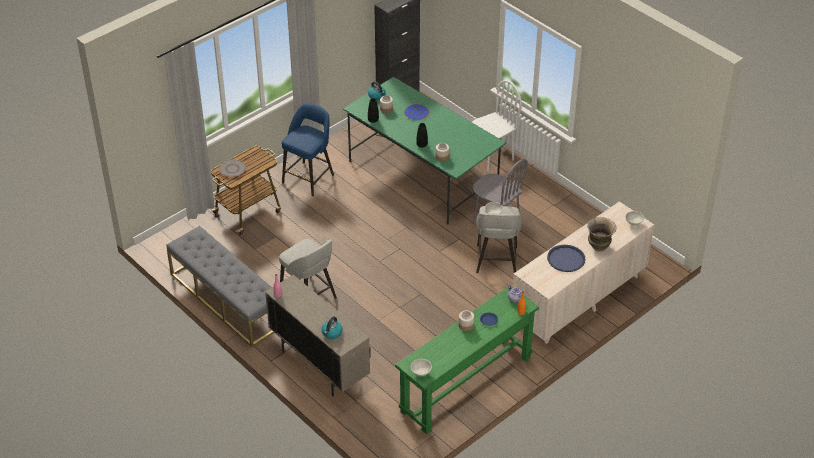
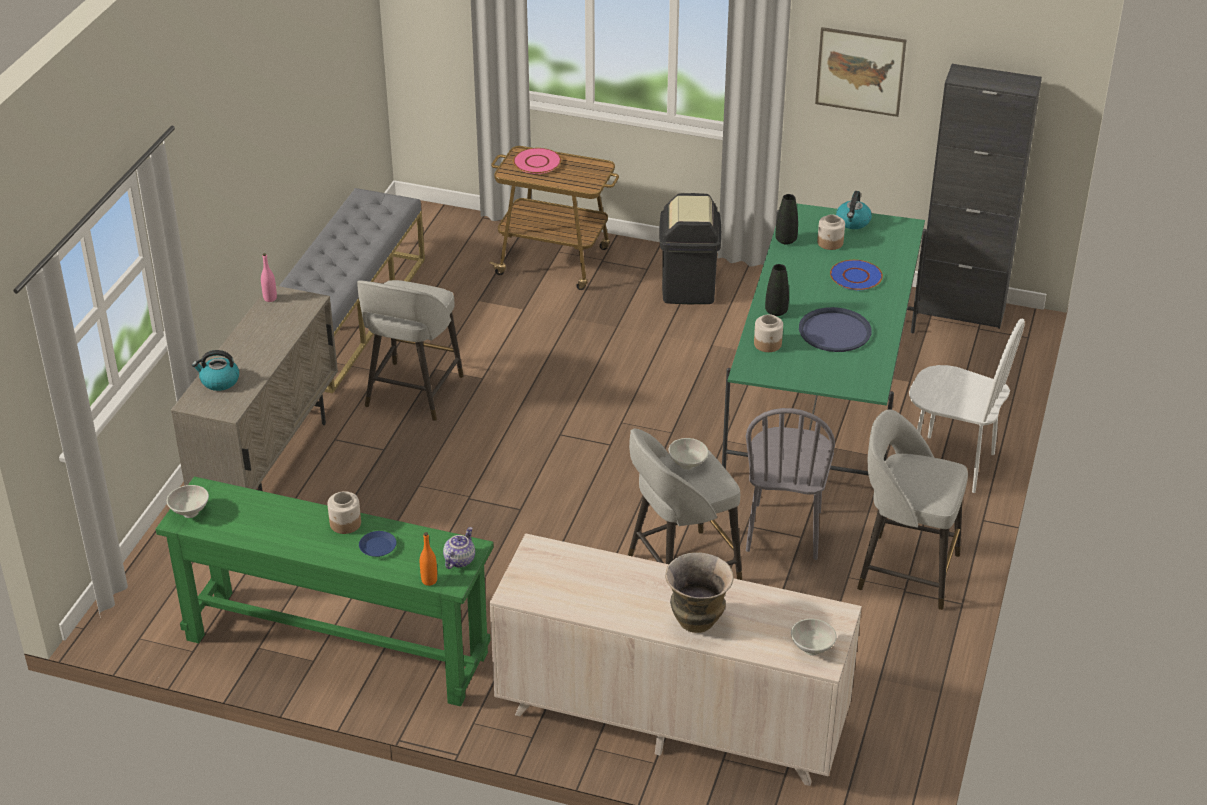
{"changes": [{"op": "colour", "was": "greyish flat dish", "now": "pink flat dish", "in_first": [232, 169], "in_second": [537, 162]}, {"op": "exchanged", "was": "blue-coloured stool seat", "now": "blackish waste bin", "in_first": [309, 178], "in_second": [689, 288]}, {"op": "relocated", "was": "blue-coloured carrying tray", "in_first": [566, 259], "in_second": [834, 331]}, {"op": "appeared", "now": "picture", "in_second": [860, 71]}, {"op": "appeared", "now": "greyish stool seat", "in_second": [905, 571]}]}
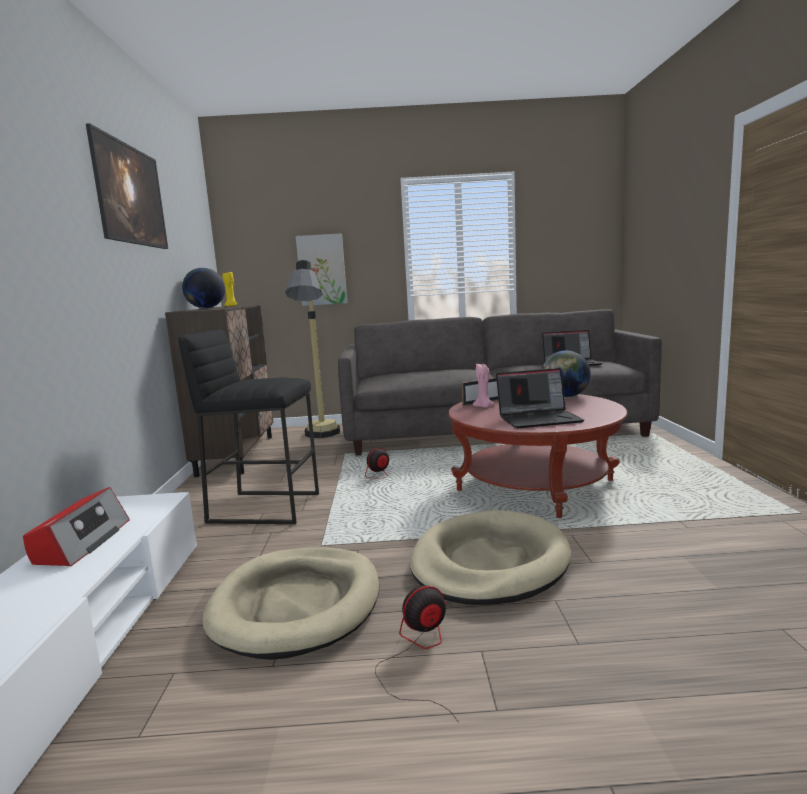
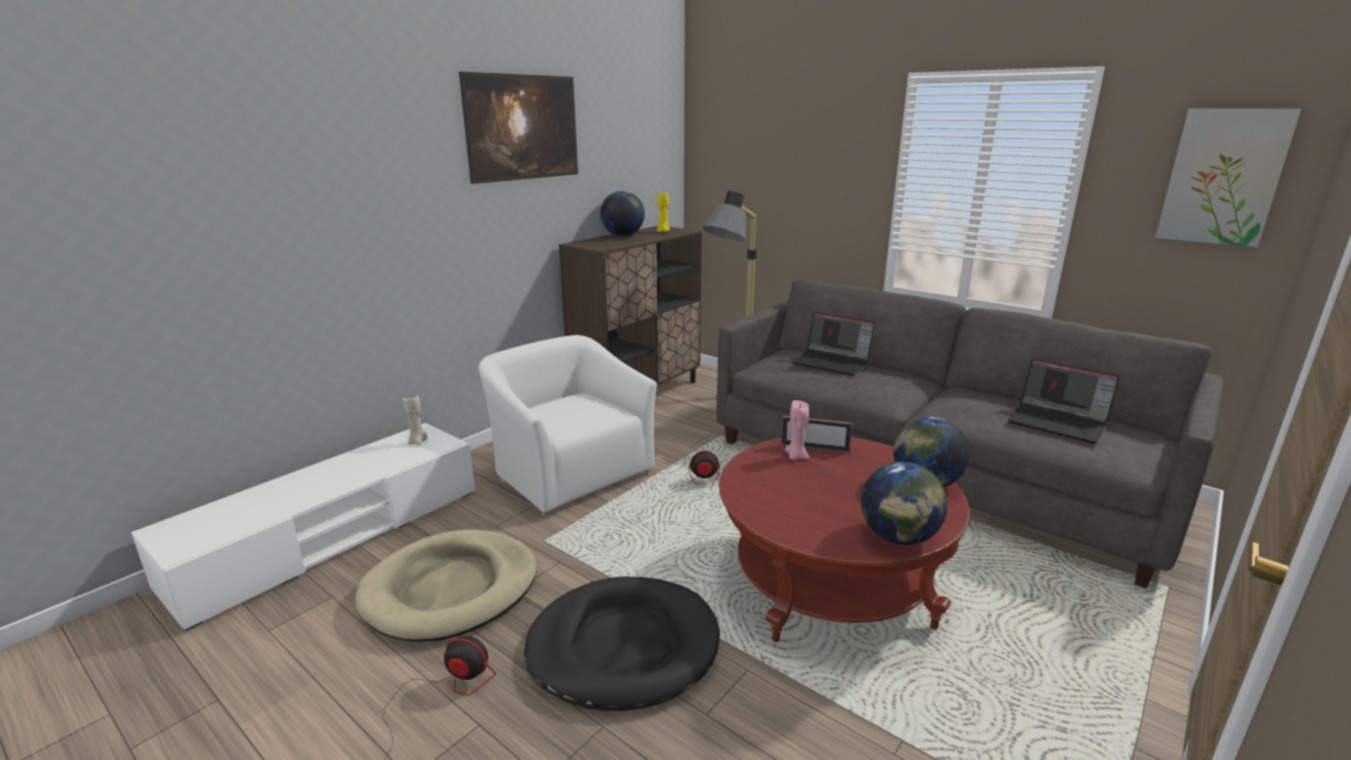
{"changes": [{"op": "missing", "was": "radio set", "in_first": [81, 542]}, {"op": "exchanged", "was": "blackish stool seat", "now": "white lounge chair", "in_first": [265, 507], "in_second": [570, 473]}, {"op": "relocated", "was": "picture", "in_first": [322, 270], "in_second": [1223, 177]}, {"op": "colour", "was": "beige pet bed", "now": "blackish pet bed", "in_first": [489, 563], "in_second": [623, 647]}, {"op": "relocated", "was": "notebook computer", "in_first": [539, 419], "in_second": [832, 362]}, {"op": "appeared", "now": "beige candle", "in_second": [418, 442]}, {"op": "appeared", "now": "globe", "in_second": [898, 537]}]}
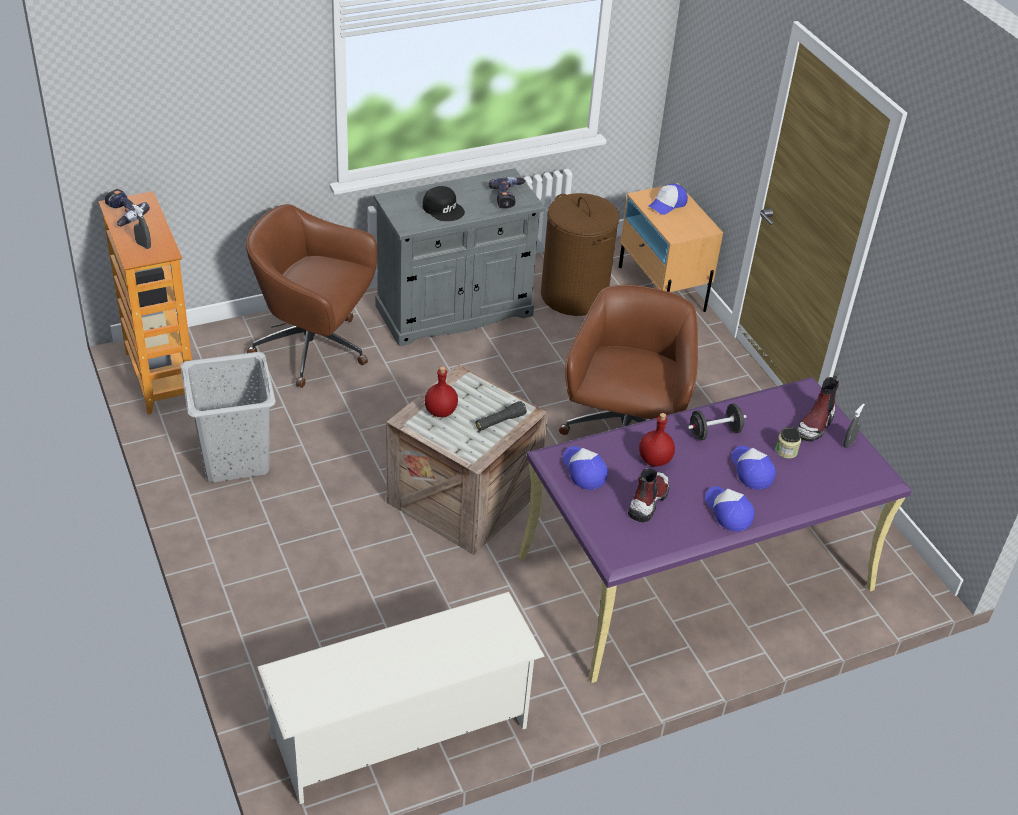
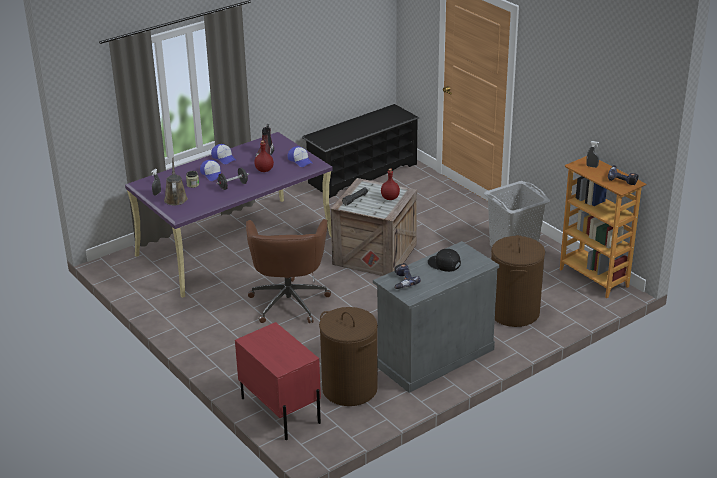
{"changes": [{"op": "exchanged", "was": "brown office chair", "now": "brown washing basket", "in_first": [314, 349], "in_second": [514, 312]}, {"op": "colour", "was": "white shoe stand", "now": "blackish shoe stand", "in_first": [401, 732], "in_second": [362, 173]}, {"op": "colour", "was": "beige nightstand", "now": "red-coloured nightstand", "in_first": [661, 289], "in_second": [280, 410]}, {"op": "missing", "was": "cap", "in_first": [667, 204]}, {"op": "exchanged", "was": "tall boot", "now": "brown sprinkling can", "in_first": [815, 425], "in_second": [175, 198]}]}
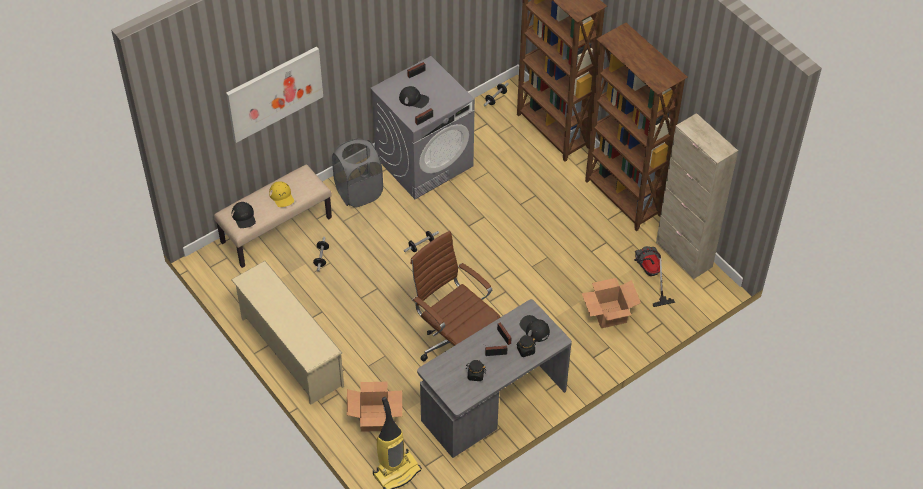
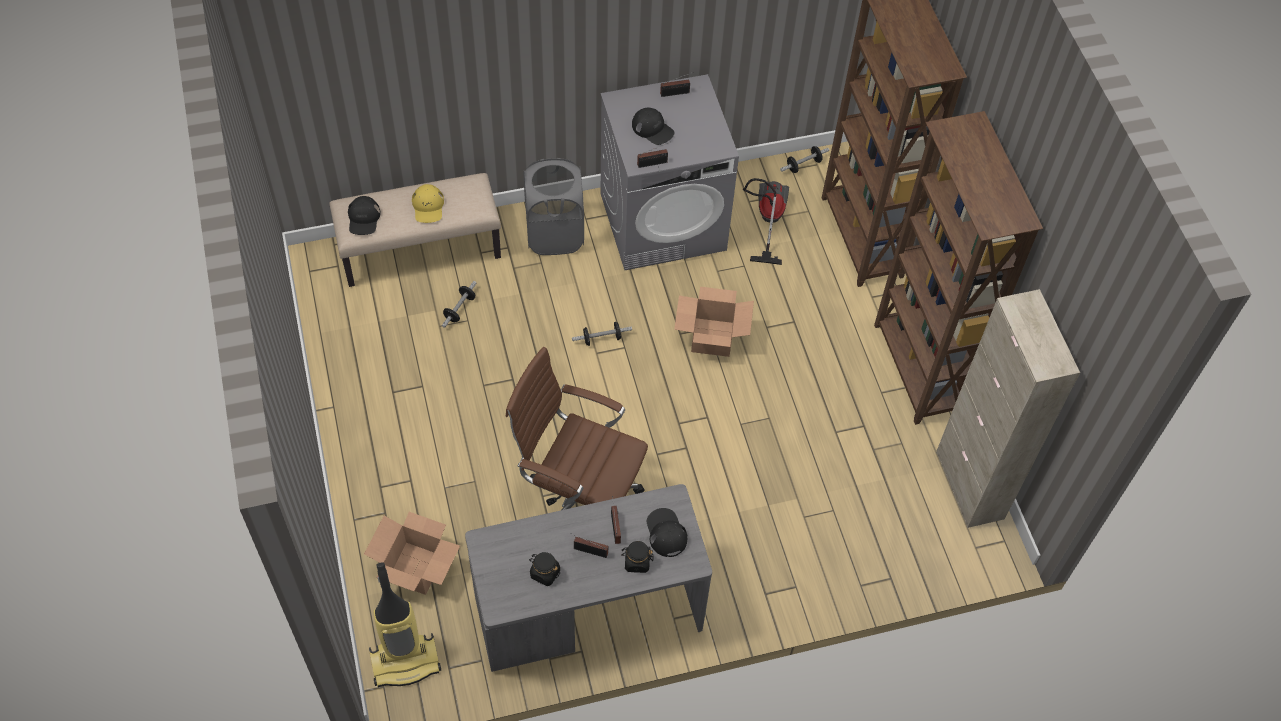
{"changes": [{"op": "missing", "was": "picture", "in_first": [274, 93]}, {"op": "missing", "was": "beige shoe stand", "in_first": [290, 351]}, {"op": "spun", "was": "brown office chair", "in_first": [454, 343], "in_second": [578, 498], "clockwise": -45}, {"op": "relocated", "was": "carton", "in_first": [609, 314], "in_second": [712, 338]}, {"op": "relocated", "was": "vacuum", "in_first": [649, 274], "in_second": [766, 219]}]}
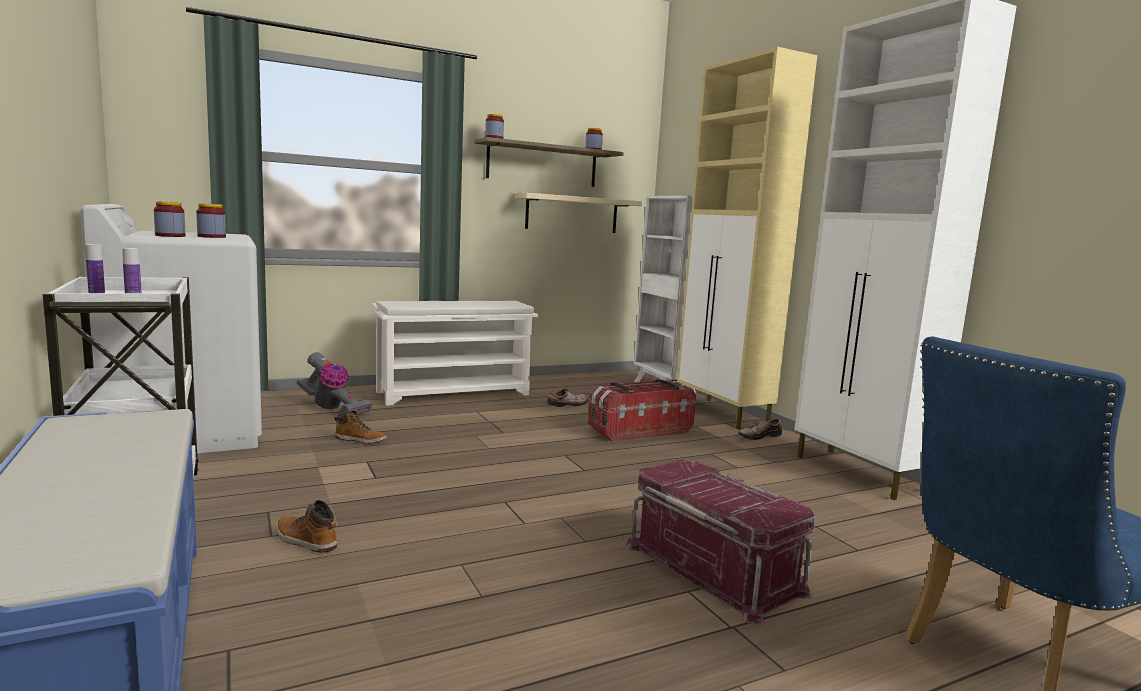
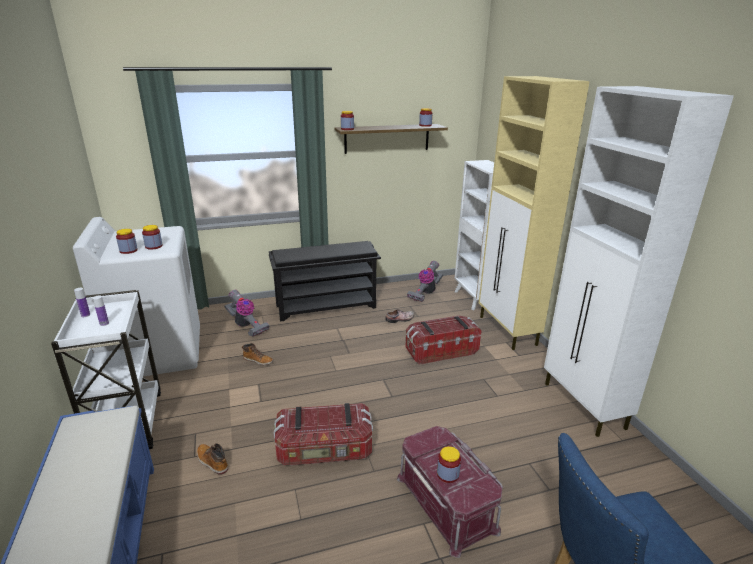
{"changes": [{"op": "colour", "was": "white shoe stand", "now": "blackish shoe stand", "in_first": [455, 393], "in_second": [327, 306]}, {"op": "missing", "was": "beige wall shelf", "in_first": [572, 214]}, {"op": "missing", "was": "item of footwear", "in_first": [758, 436]}, {"op": "appeared", "now": "storage bin", "in_second": [325, 451]}, {"op": "appeared", "now": "vacuum", "in_second": [425, 293]}, {"op": "appeared", "now": "preserve jar", "in_second": [448, 474]}]}
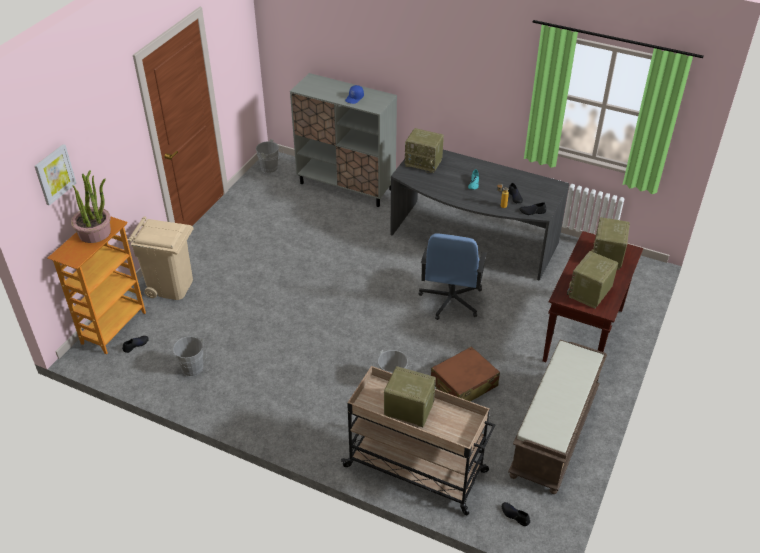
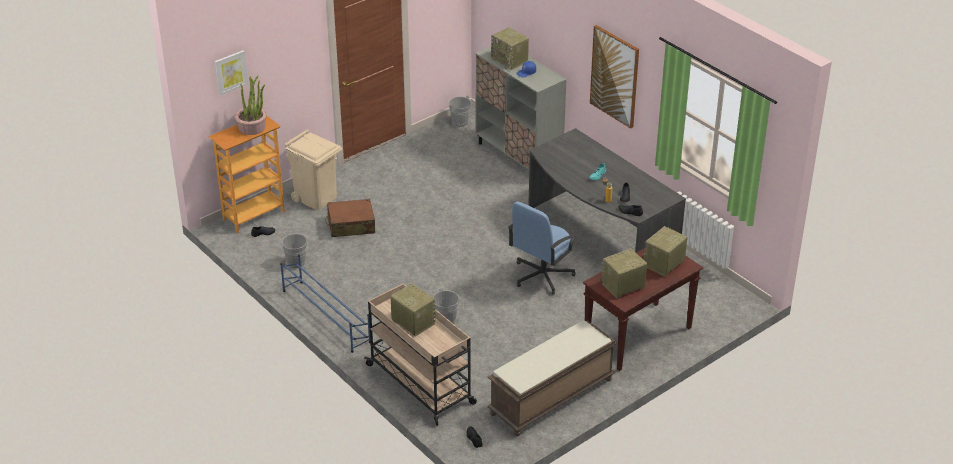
{"changes": [{"op": "relocated", "was": "radio set", "in_first": [424, 163], "in_second": [510, 60]}, {"op": "relocated", "was": "brown piece of luggage", "in_first": [463, 384], "in_second": [351, 225]}, {"op": "appeared", "now": "blue-coloured shoe stand", "in_second": [326, 315]}, {"op": "appeared", "now": "picture", "in_second": [615, 76]}]}
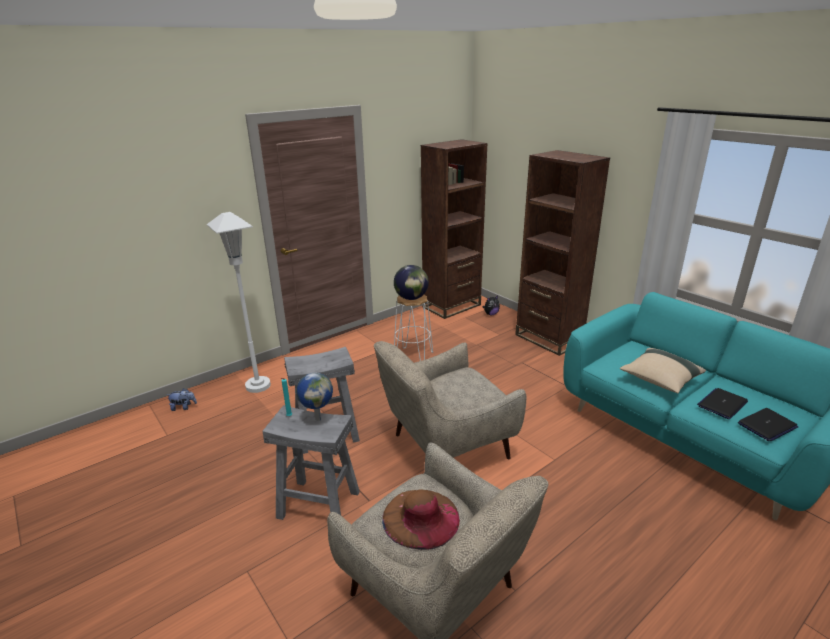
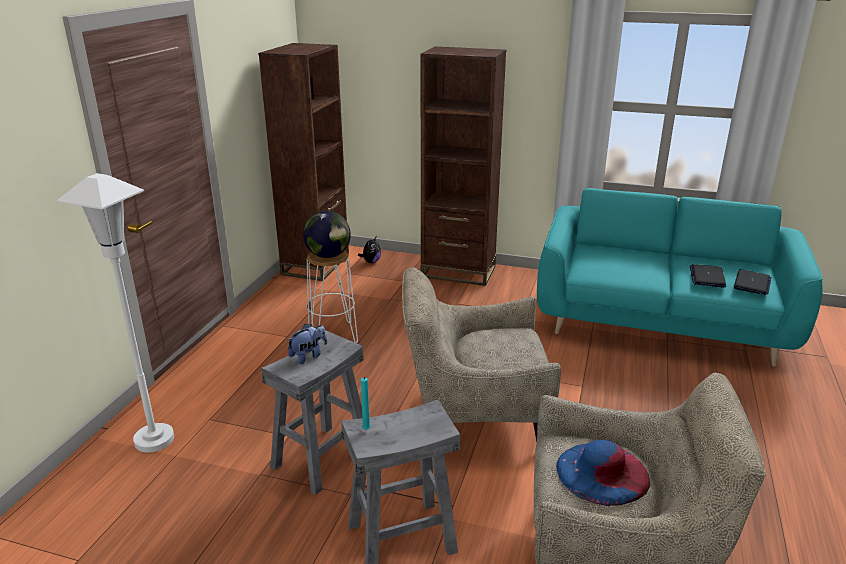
{"changes": [{"op": "relocated", "was": "plush toy", "in_first": [183, 407], "in_second": [308, 356]}, {"op": "missing", "was": "globe", "in_first": [318, 418]}, {"op": "spun", "was": "beige lounge chair", "in_first": [445, 448], "in_second": [473, 418], "clockwise": 60}, {"op": "colour", "was": "brown wearable hat", "now": "blue-coloured wearable hat", "in_first": [420, 518], "in_second": [602, 472]}, {"op": "missing", "was": "beige cushion", "in_first": [659, 380]}]}
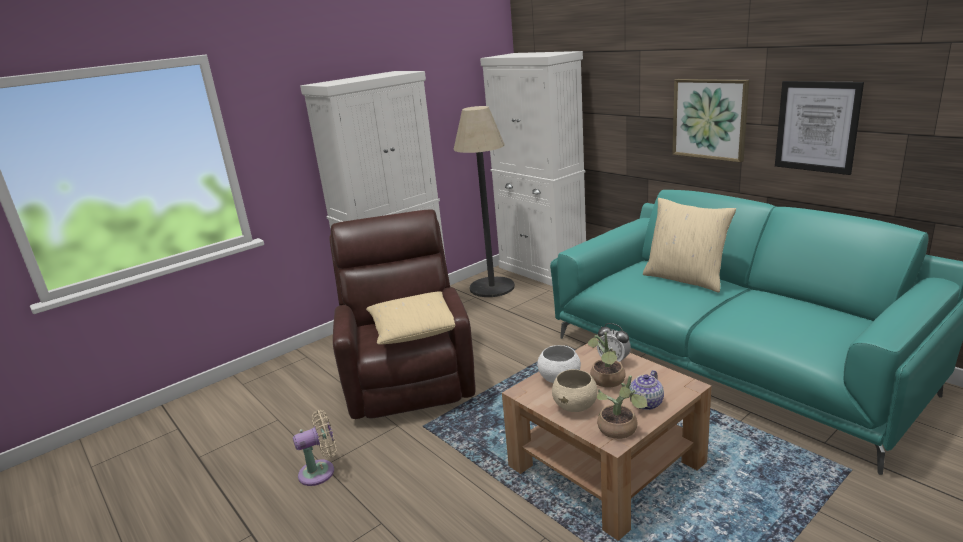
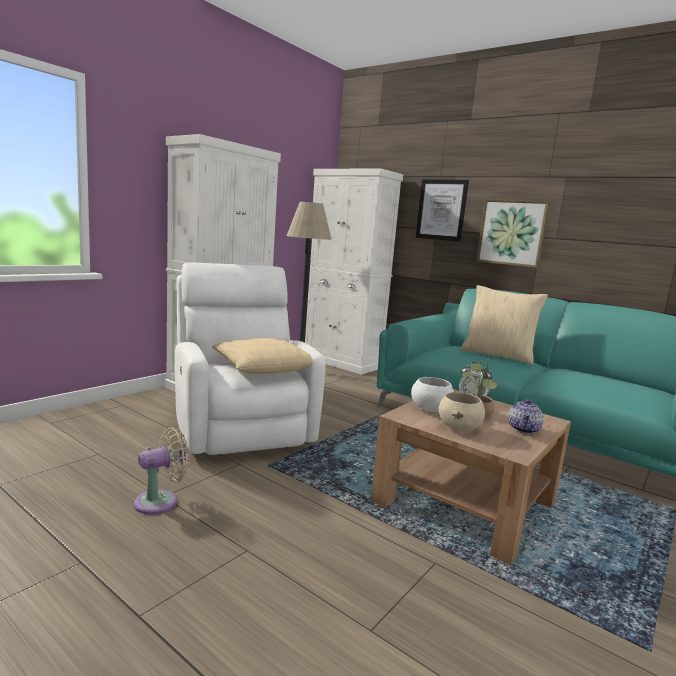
{"changes": [{"op": "colour", "was": "brown lounge chair", "now": "white lounge chair", "in_first": [409, 379], "in_second": [241, 428]}, {"op": "missing", "was": "potted plant", "in_first": [620, 431]}, {"op": "relocated", "was": "picture", "in_first": [817, 126], "in_second": [441, 210]}]}
